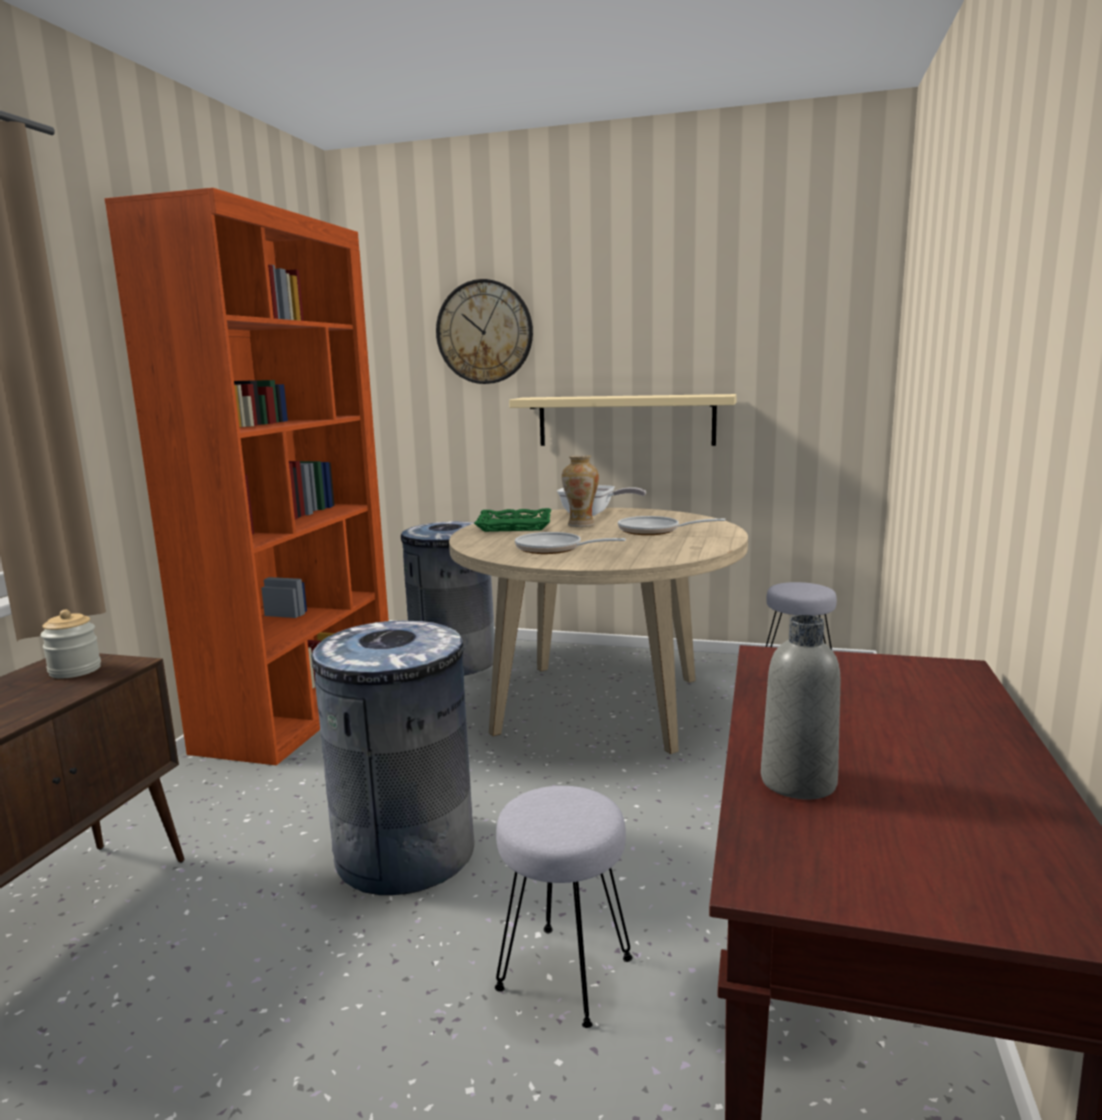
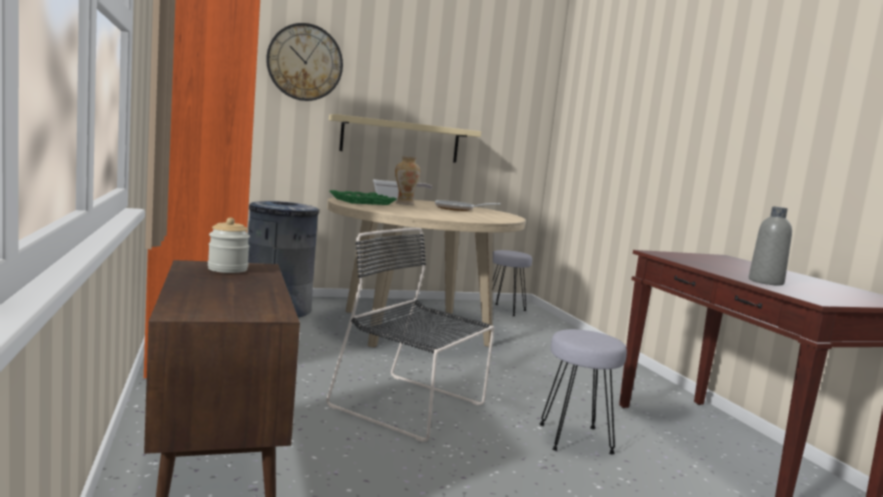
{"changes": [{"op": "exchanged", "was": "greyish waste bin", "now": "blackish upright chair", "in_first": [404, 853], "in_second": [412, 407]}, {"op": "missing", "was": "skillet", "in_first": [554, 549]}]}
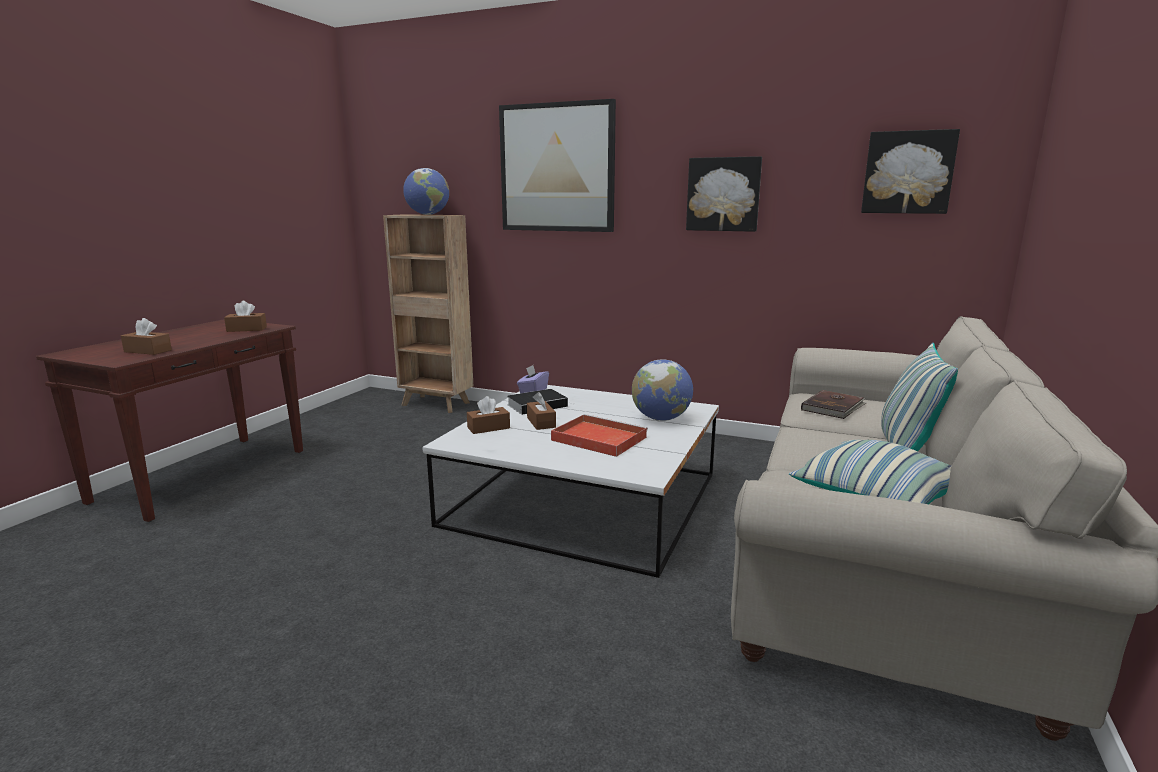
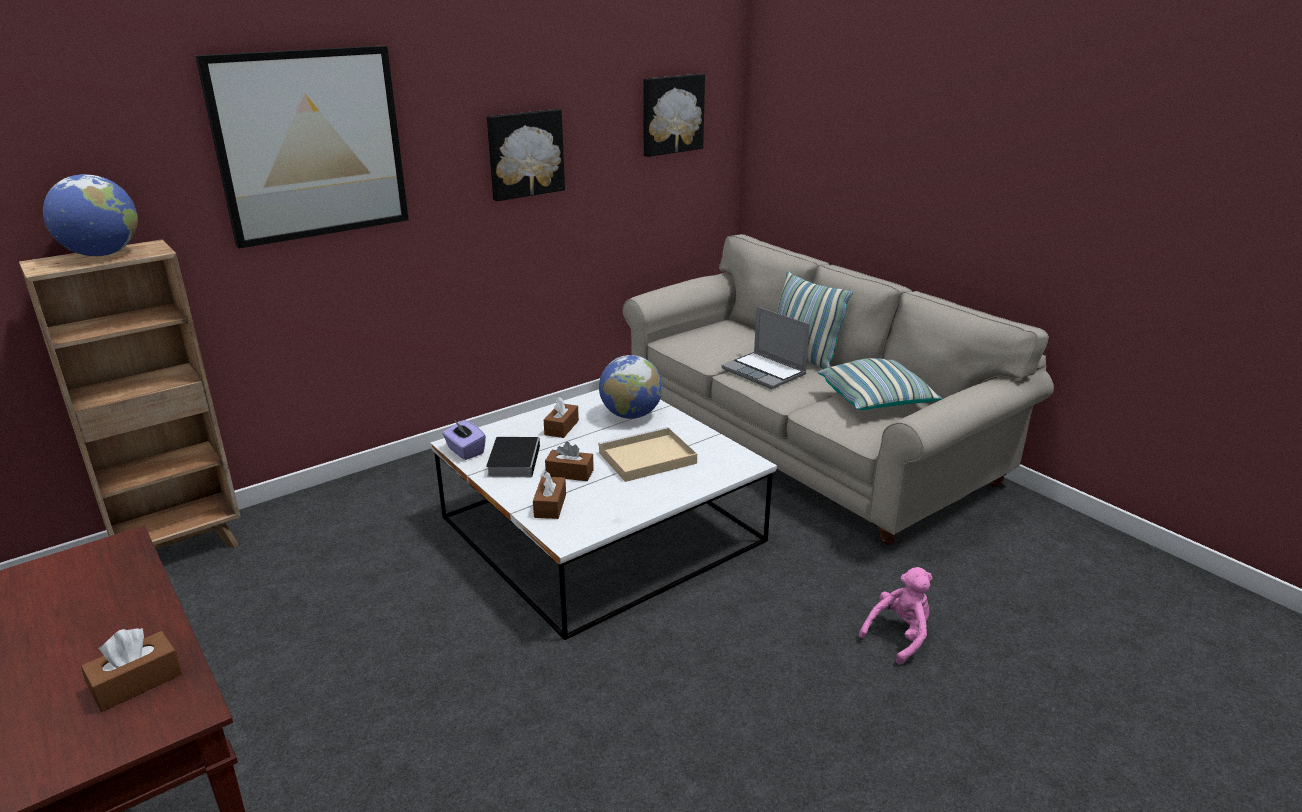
{"changes": [{"op": "relocated", "was": "brown tissue holder", "in_first": [246, 329], "in_second": [561, 427]}, {"op": "colour", "was": "red-coloured carrying tray", "now": "beige carrying tray", "in_first": [597, 438], "in_second": [645, 458]}, {"op": "missing", "was": "brown bound book", "in_first": [833, 407]}, {"op": "appeared", "now": "notebook computer", "in_second": [765, 372]}, {"op": "appeared", "now": "pink plush toy", "in_second": [899, 636]}]}
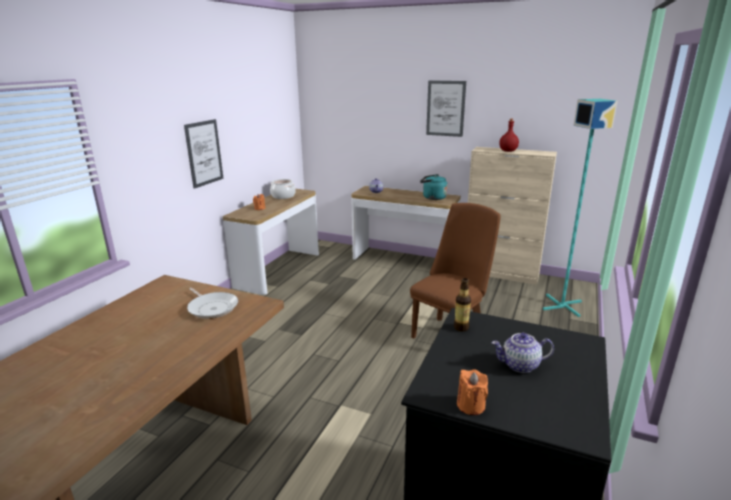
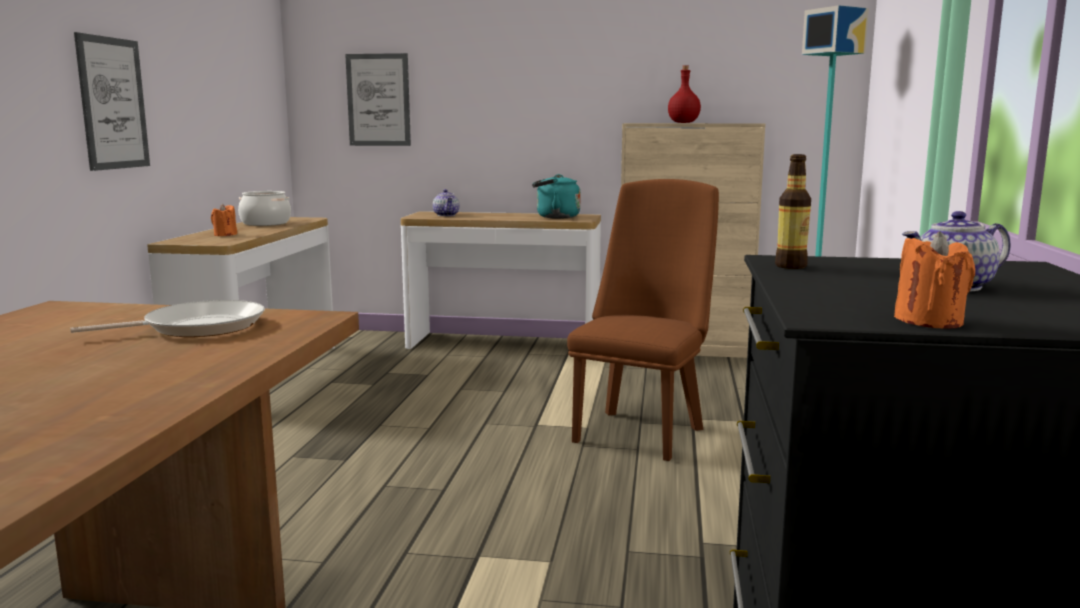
{"changes": [{"op": "spun", "was": "skillet", "in_first": [212, 307], "in_second": [197, 327], "clockwise": -60}, {"op": "relocated", "was": "picture", "in_first": [445, 108], "in_second": [378, 100]}]}
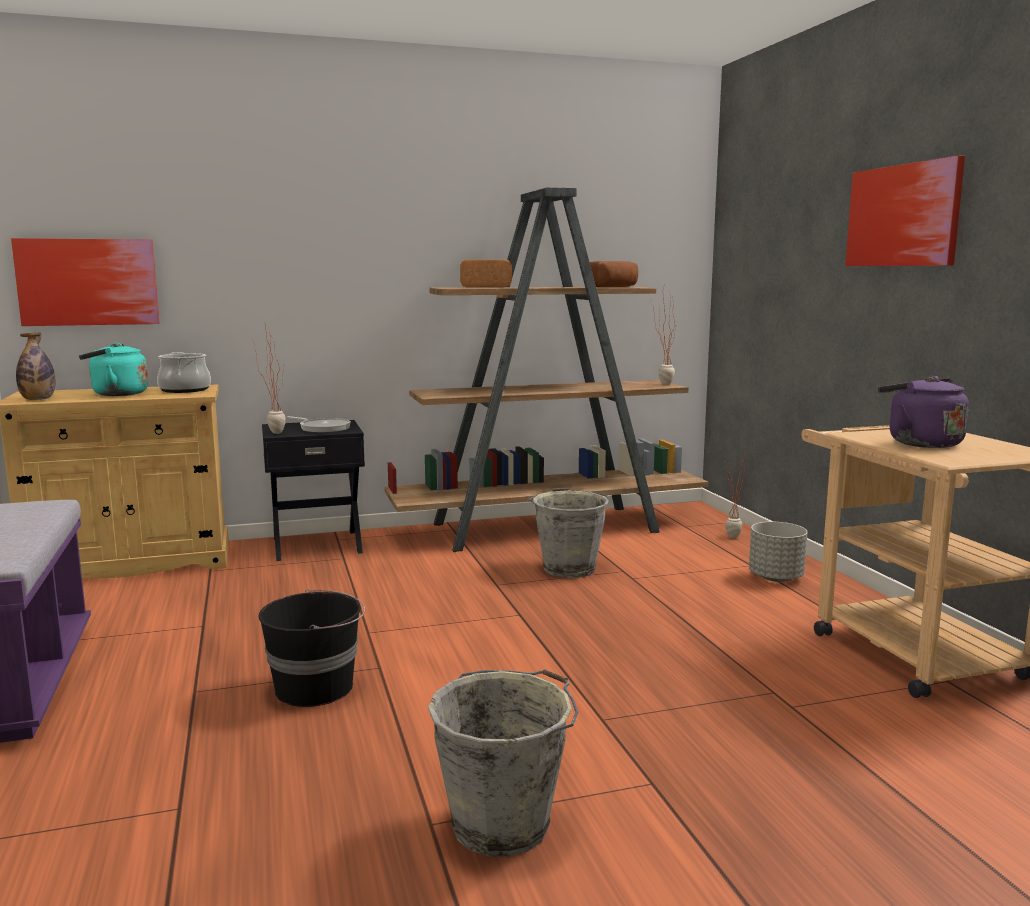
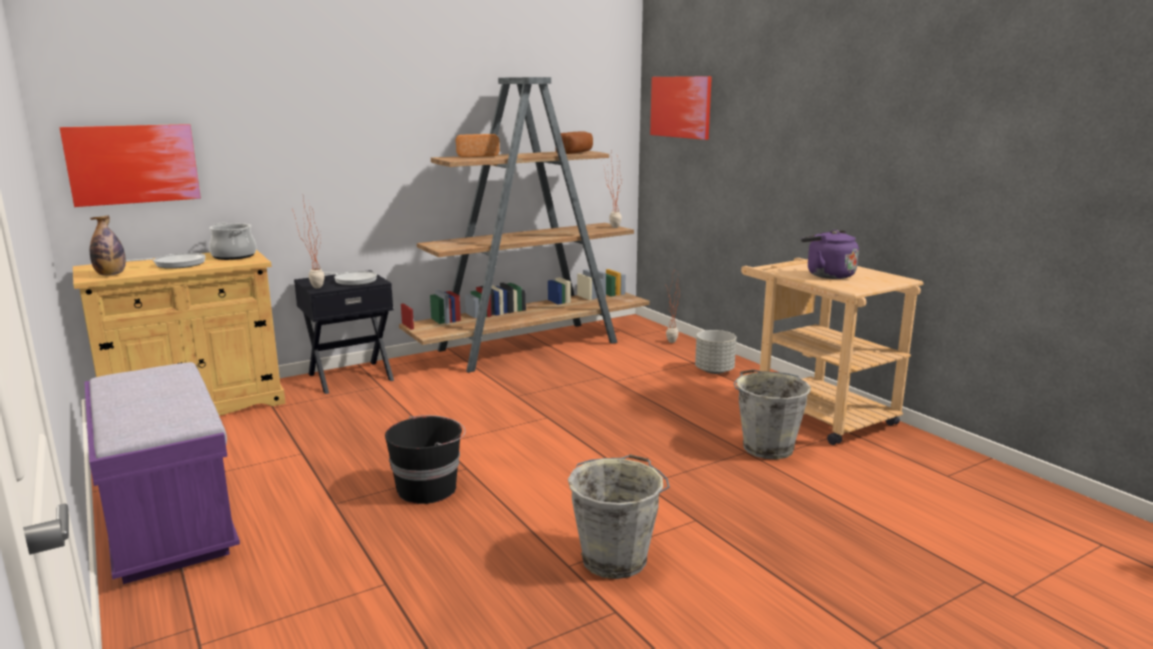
{"changes": [{"op": "exchanged", "was": "turquoise-coloured water kettle", "now": "skillet", "in_first": [116, 394], "in_second": [176, 264]}, {"op": "relocated", "was": "greyish water bucket", "in_first": [569, 568], "in_second": [766, 447]}, {"op": "relocated", "was": "picture", "in_first": [903, 215], "in_second": [681, 107]}]}
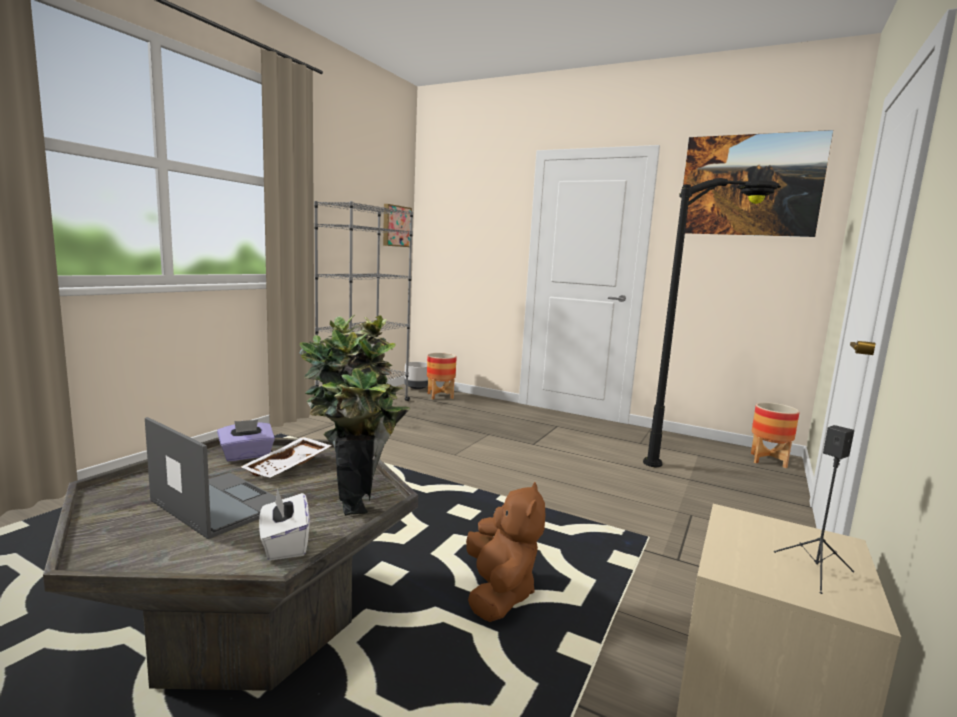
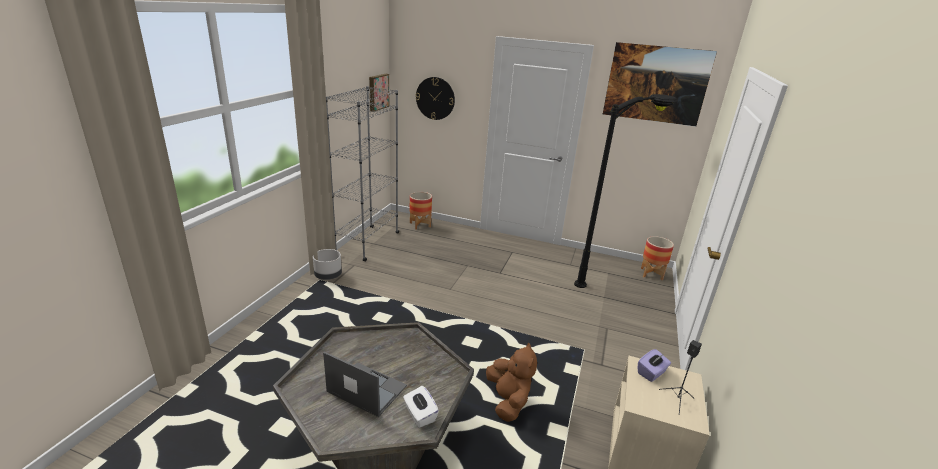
{"changes": [{"op": "relocated", "was": "purple-coloured tissue holder", "in_first": [247, 455], "in_second": [651, 373]}, {"op": "missing", "was": "white carrying tray", "in_first": [289, 467]}, {"op": "missing", "was": "potted plant", "in_first": [355, 496]}, {"op": "relocated", "was": "greyish planter", "in_first": [417, 387], "in_second": [328, 276]}, {"op": "appeared", "now": "hanging clock", "in_second": [435, 98]}]}
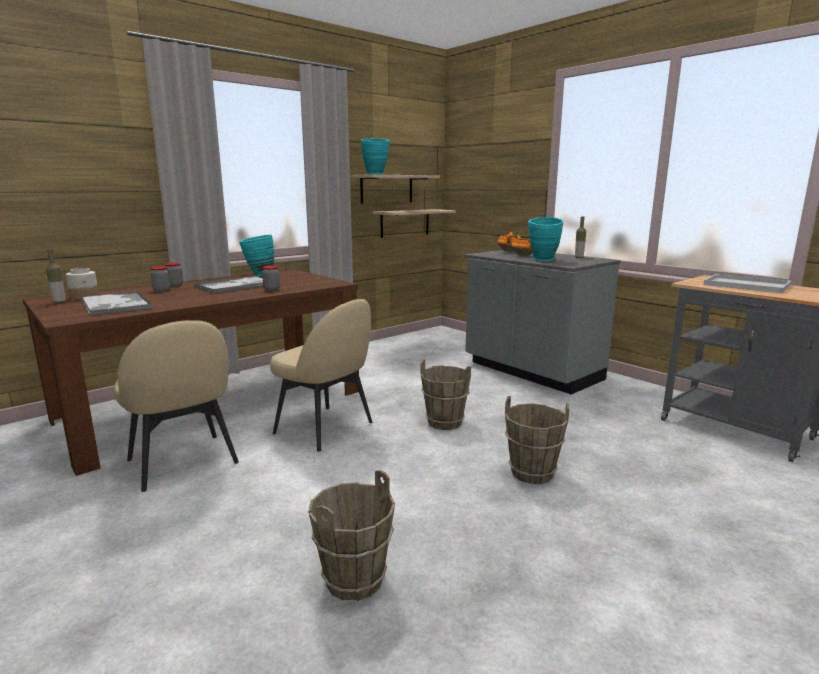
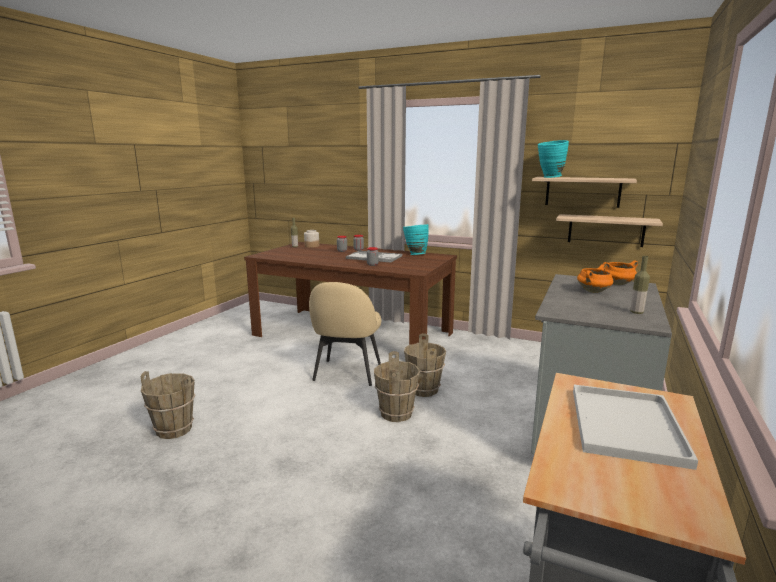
{"changes": [{"op": "missing", "was": "carrying tray", "in_first": [116, 304]}, {"op": "missing", "was": "beige upright chair", "in_first": [183, 463]}, {"op": "relocated", "was": "brown water bucket", "in_first": [532, 473], "in_second": [423, 390]}, {"op": "missing", "was": "turquoise-coloured vase", "in_first": [543, 260]}]}
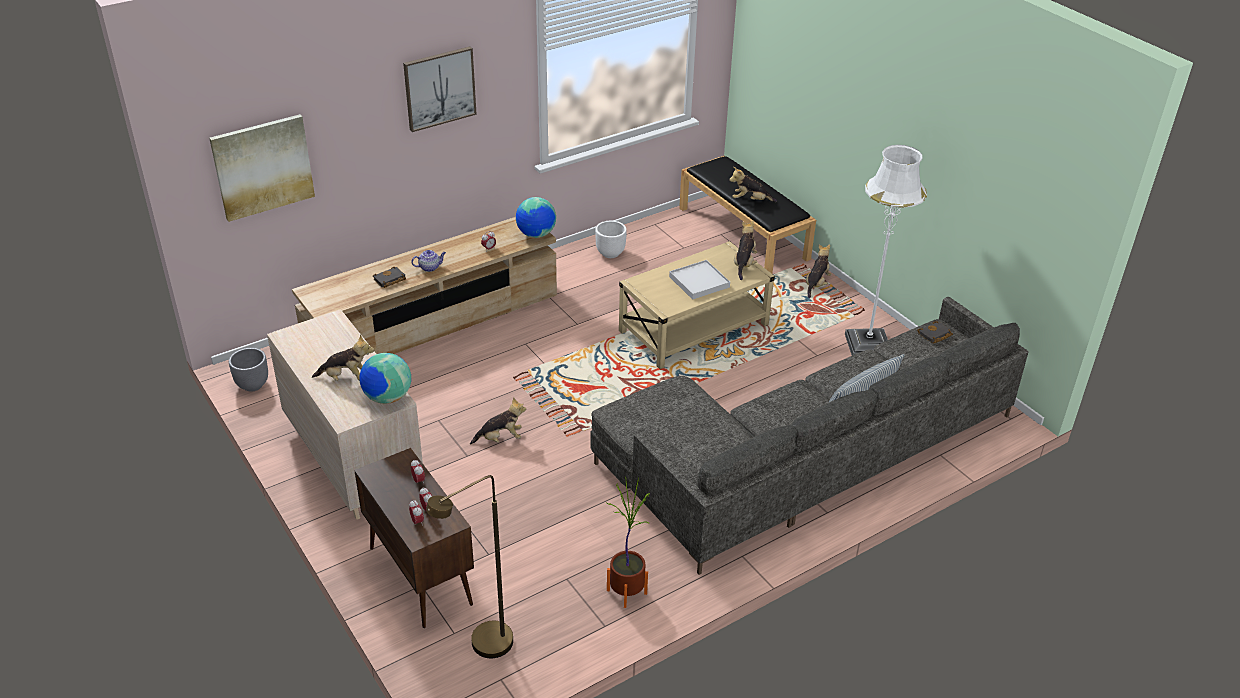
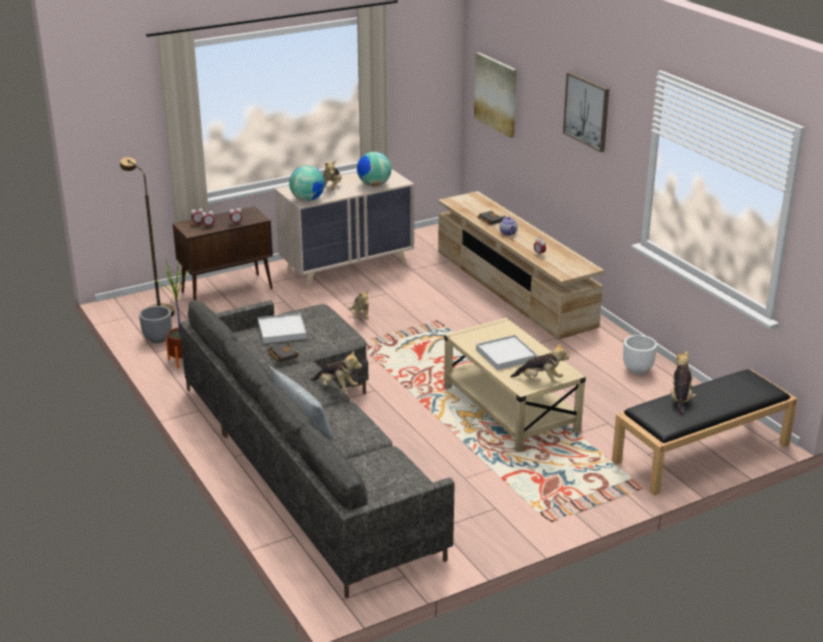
{"changes": [{"op": "relocated", "was": "greyish planter", "in_first": [252, 385], "in_second": [157, 339]}, {"op": "relocated", "was": "globe", "in_first": [536, 234], "in_second": [374, 185]}, {"op": "relocated", "was": "plush toy", "in_first": [816, 284], "in_second": [336, 387]}, {"op": "missing", "was": "white floor lamp", "in_first": [867, 345]}, {"op": "relocated", "was": "blackish bound book", "in_first": [934, 335], "in_second": [281, 355]}, {"op": "appeared", "now": "white carrying tray", "in_second": [282, 330]}]}
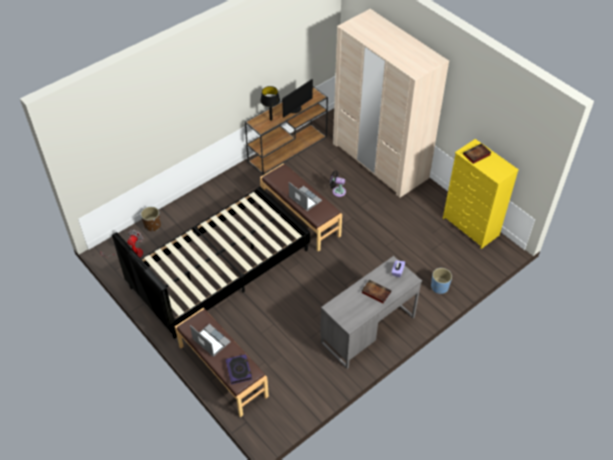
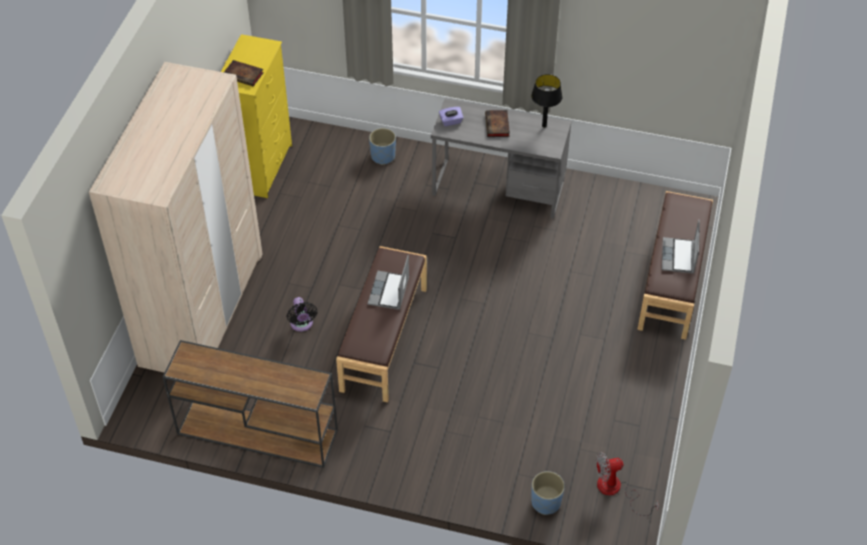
{"changes": [{"op": "missing", "was": "blackish bed", "in_first": [220, 268]}, {"op": "colour", "was": "brown planter", "now": "blue-coloured planter", "in_first": [152, 225], "in_second": [546, 502]}, {"op": "missing", "was": "bound book", "in_first": [239, 370]}, {"op": "relocated", "was": "blackish tabletop lamp", "in_first": [271, 119], "in_second": [544, 126]}, {"op": "missing", "was": "monitor", "in_first": [295, 109]}]}
